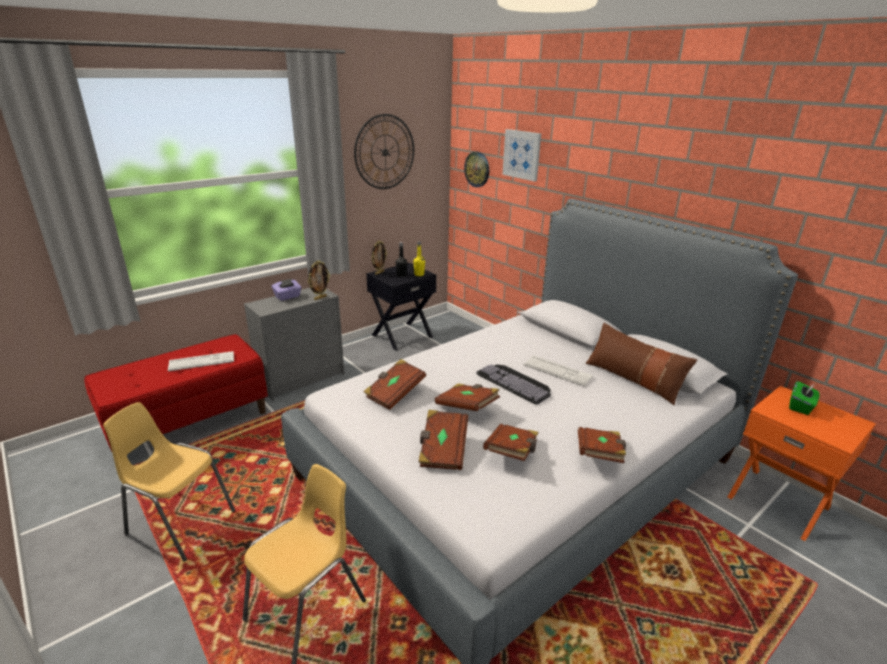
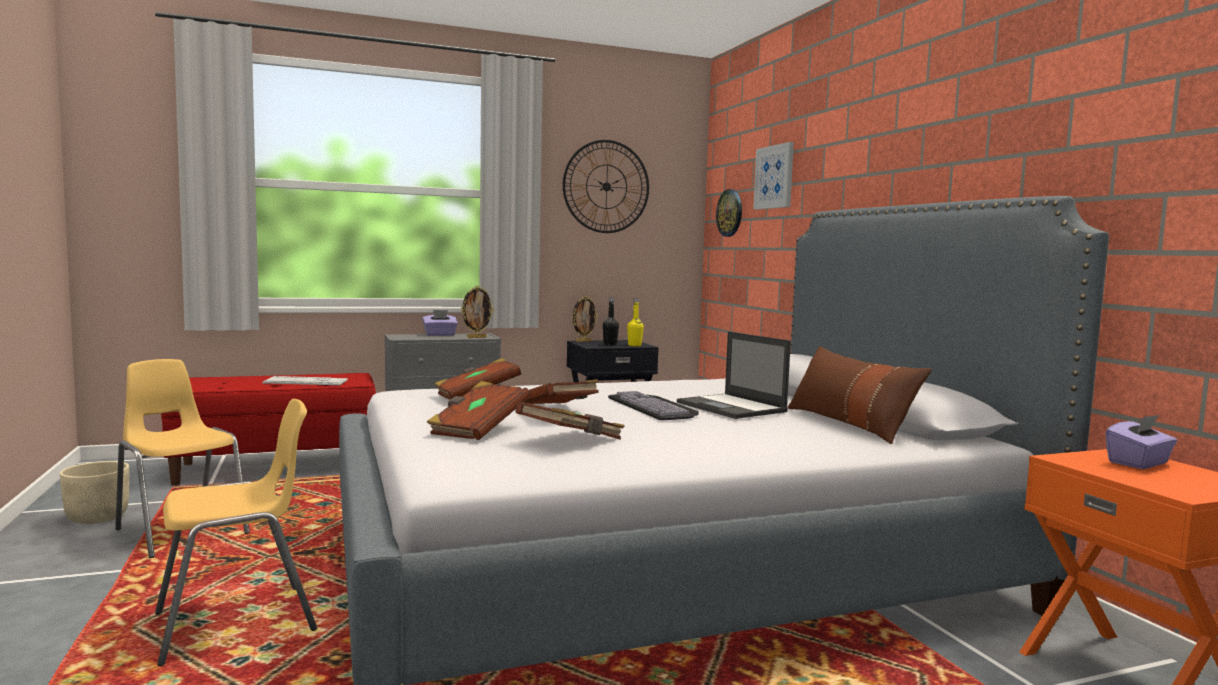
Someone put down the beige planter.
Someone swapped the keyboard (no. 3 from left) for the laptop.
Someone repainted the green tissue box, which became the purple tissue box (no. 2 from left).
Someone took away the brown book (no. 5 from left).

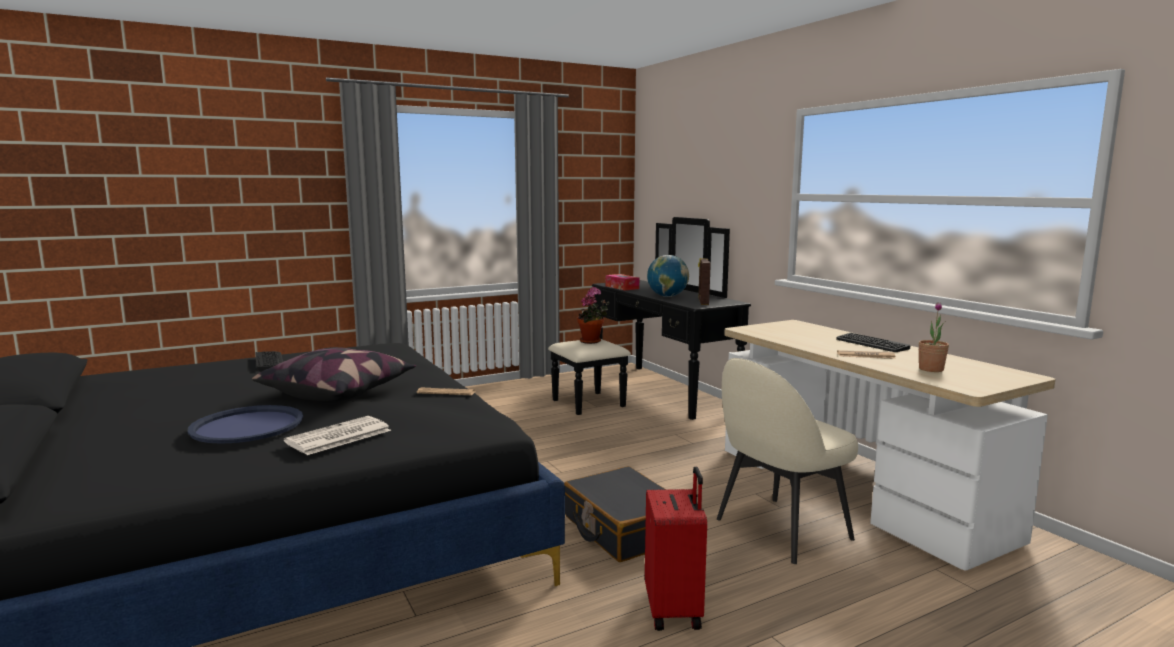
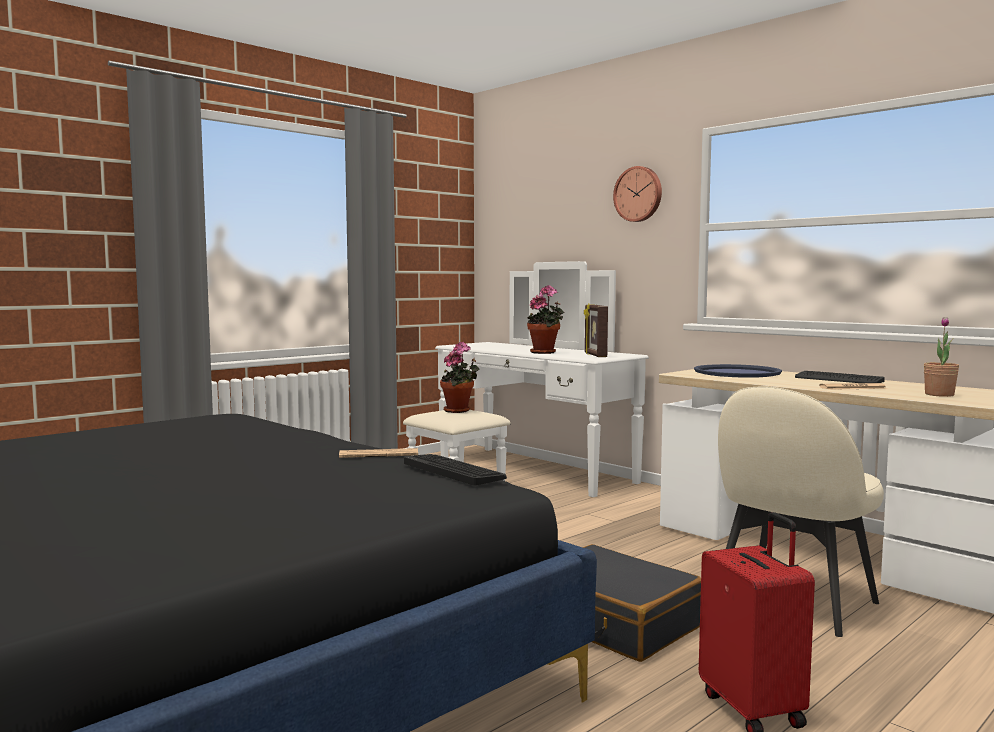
Someone repainted the black dresser, which became the white dresser.
Someone carried the keyboard (no. 1 from left).
Someone swapped the globe for the potted plant (no. 2 from left).
Someone put up the wall clock.
Someone carried the blue tray.
Someone took away the pillow.
Someone took away the newspaper (no. 1 from left).
Someone took away the tissue box.

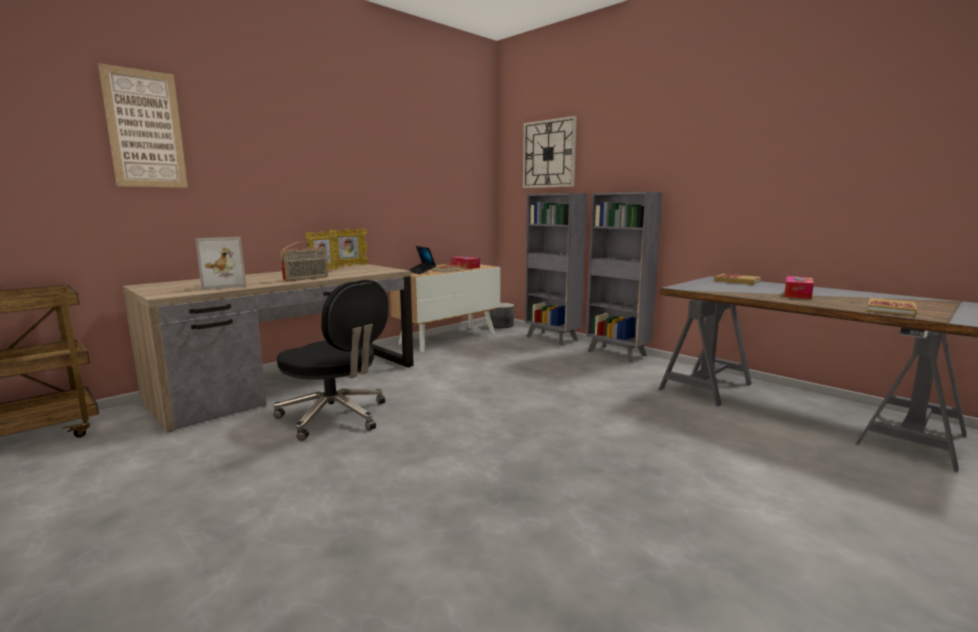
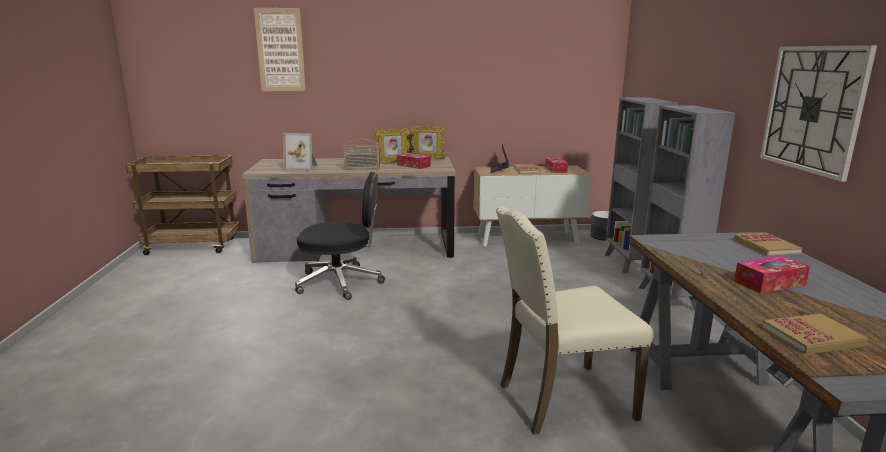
Someone rotated the black office chair by 75 degrees counterclockwise.
Someone put down the tissue box (no. 1 from left).
Someone put down the beige chair.
Someone carried the wall clock.

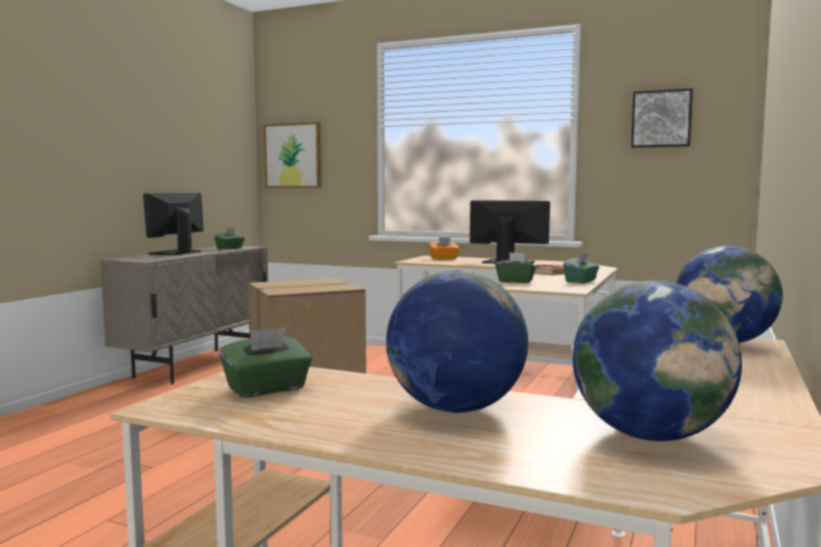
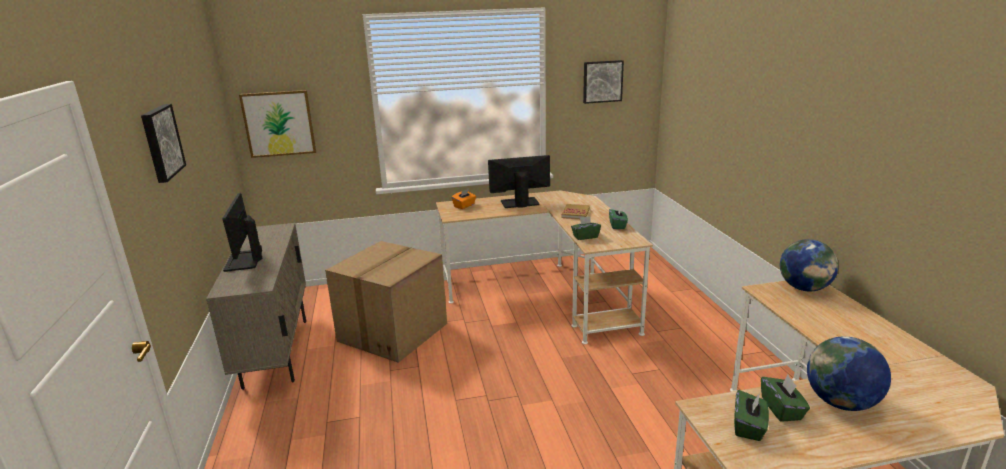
Someone put up the picture (no. 1 from left).
Someone carried the green tissue box (no. 1 from left in the first image).
Someone took away the globe (no. 2 from left).

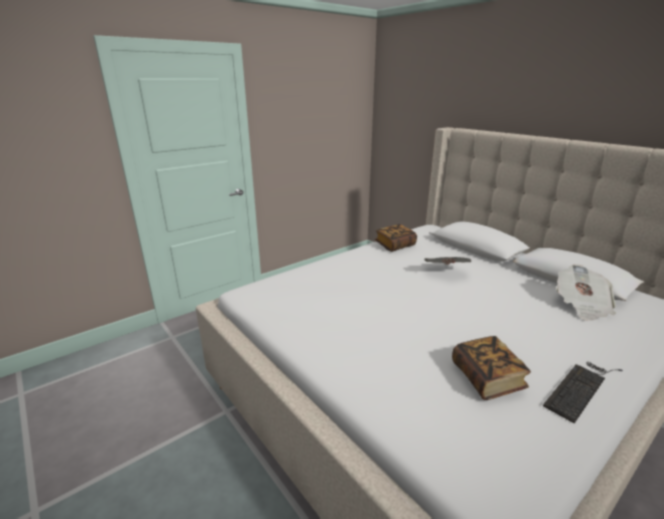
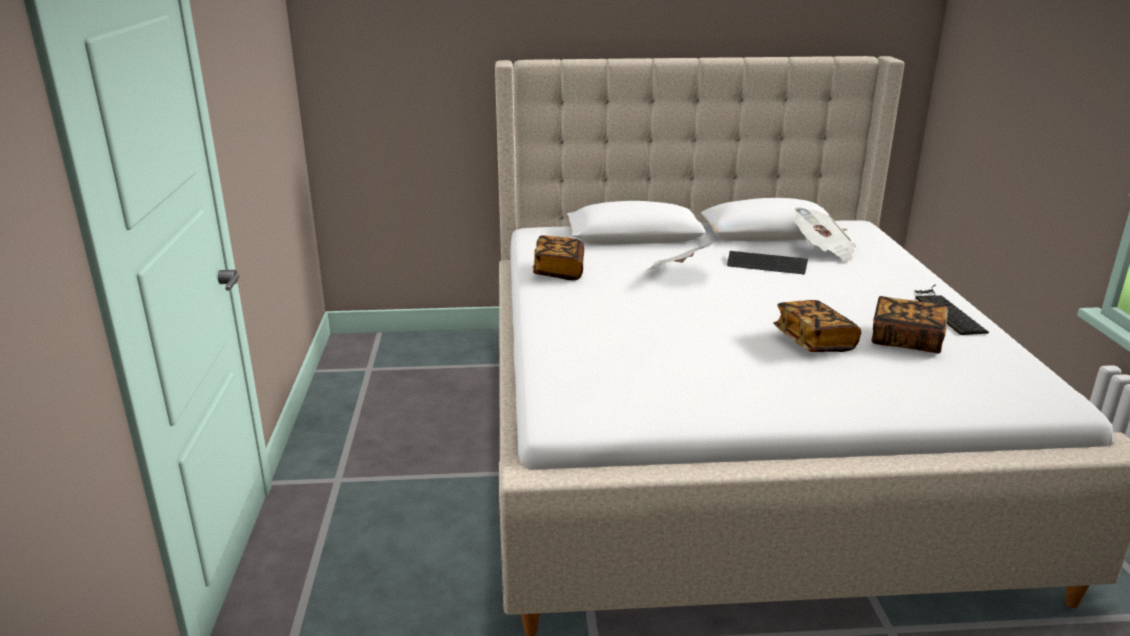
Someone put down the keyboard (no. 1 from left).
Someone put down the book (no. 2 from left).

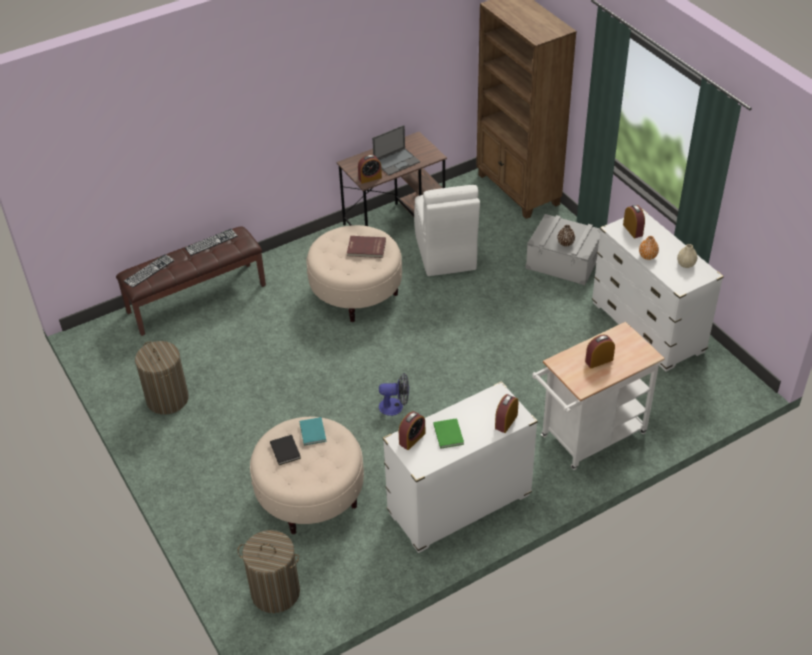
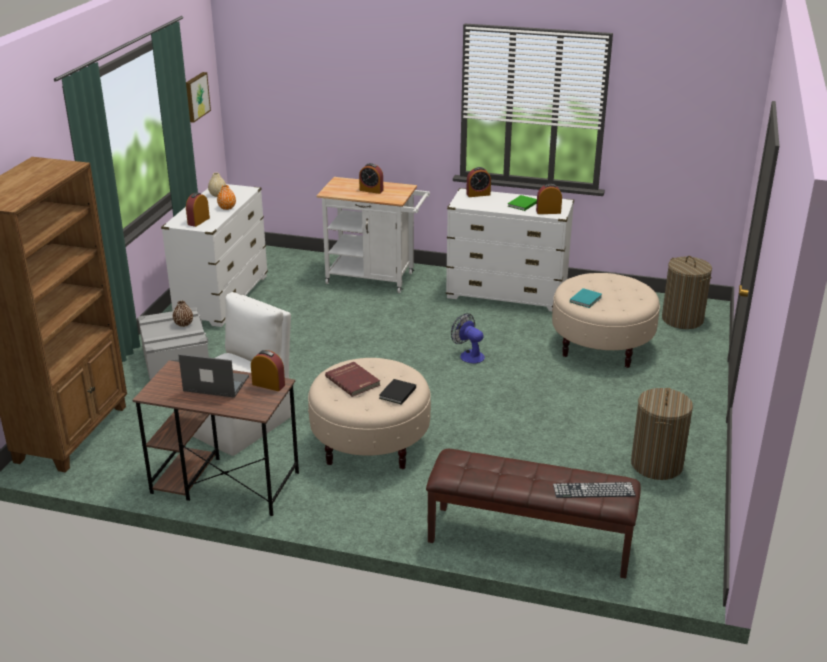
Someone put up the picture.
Someone carried the black book.
Someone took away the keyboard (no. 2 from left).

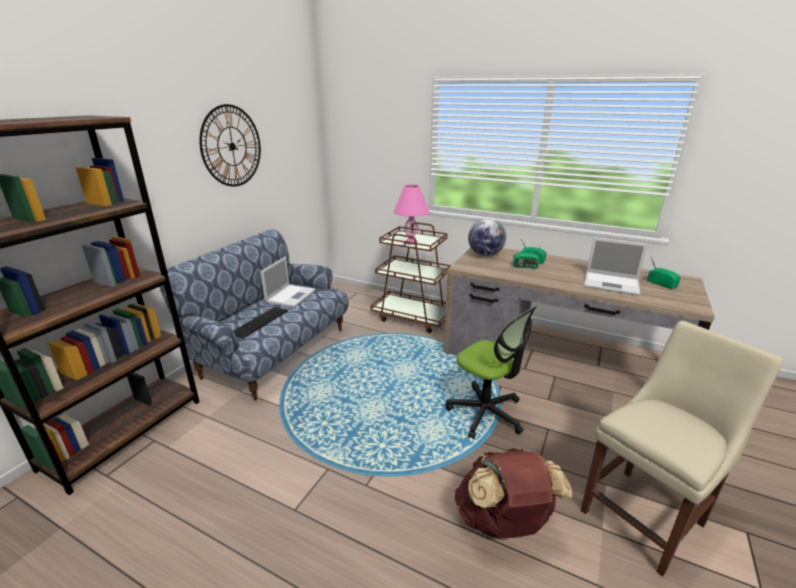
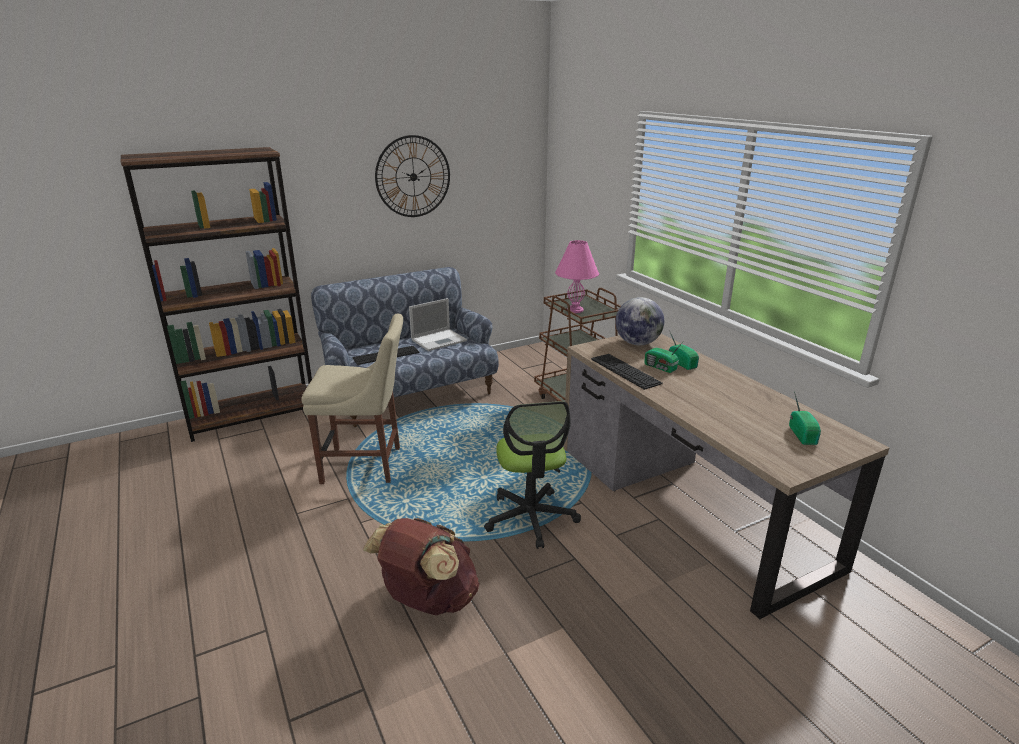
Someone carried the beige chair.
Someone put down the keyboard (no. 2 from left).
Someone took away the laptop (no. 2 from left).

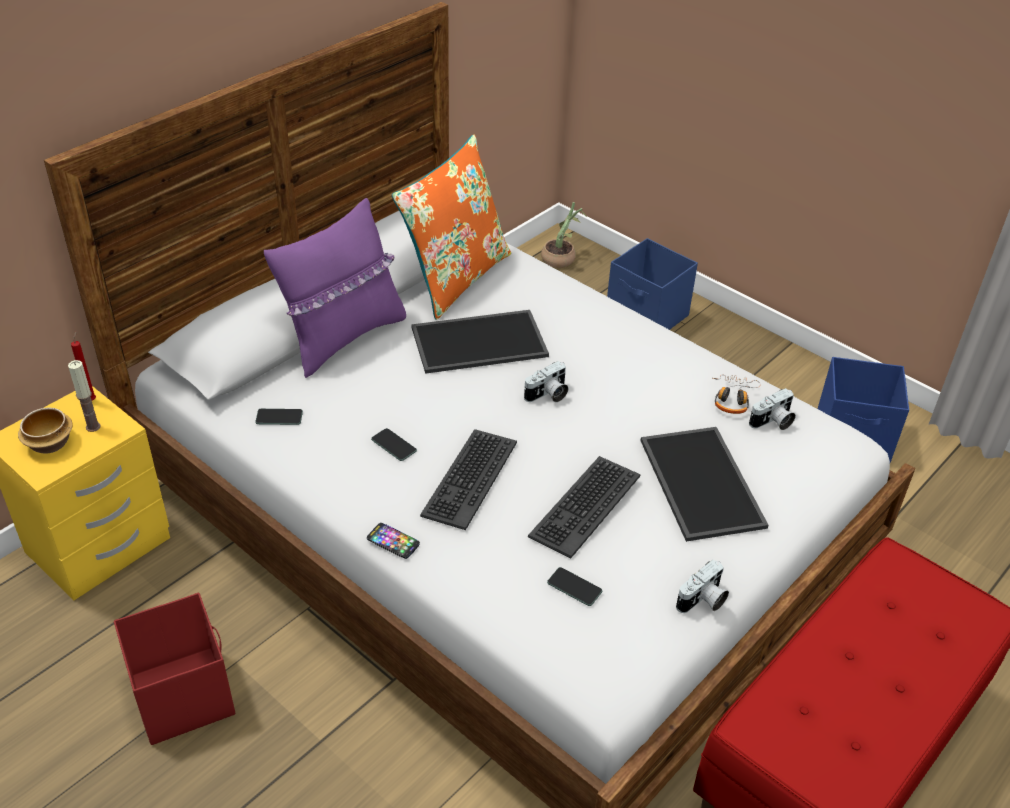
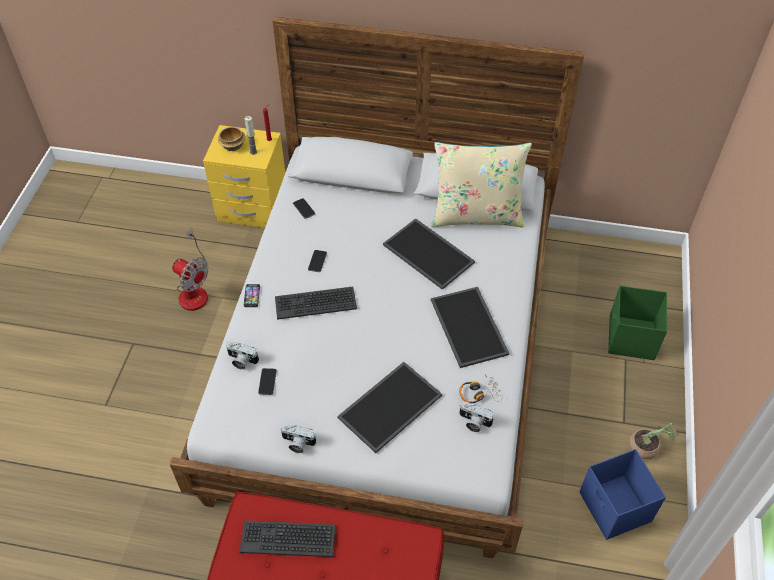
Someone swapped the red storage box for the fan.
Someone carried the photo camera (no. 1 from left).
Someone carried the keyboard (no. 2 from left in the first image).
Someone repainted the orange pillow, which became the beige pillow.
Someone put down the tray (no. 3 from left).
Someone repainted the blue storage box (no. 1 from left), which became the green storage box.
Someone carried the potted plant.
Someone took away the purple pillow.

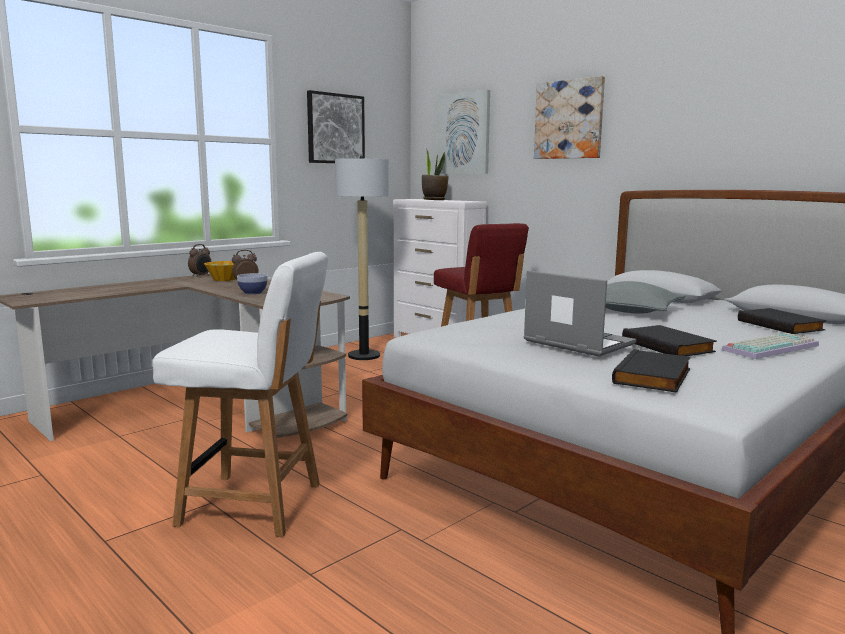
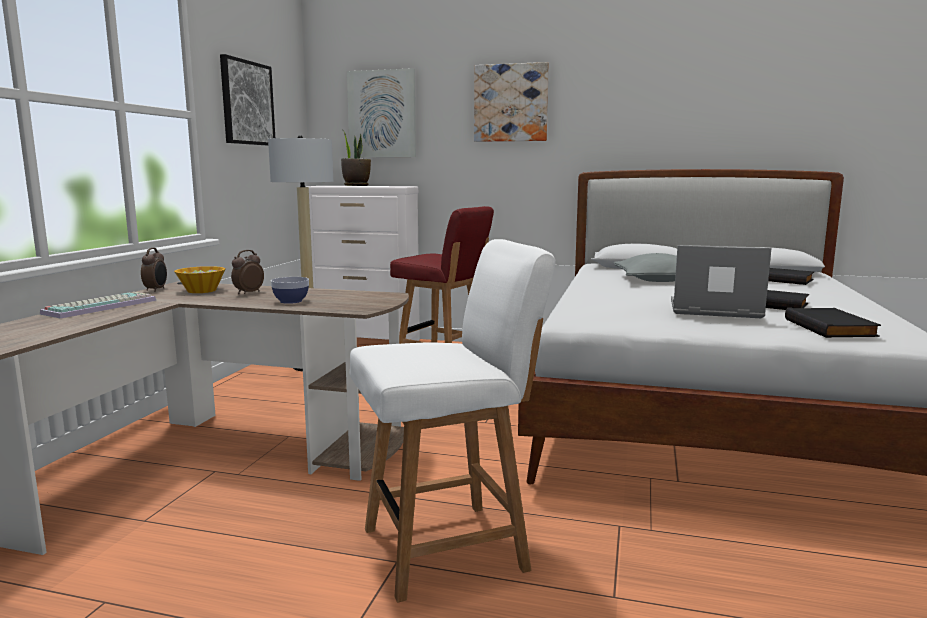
Someone carried the keyboard.

